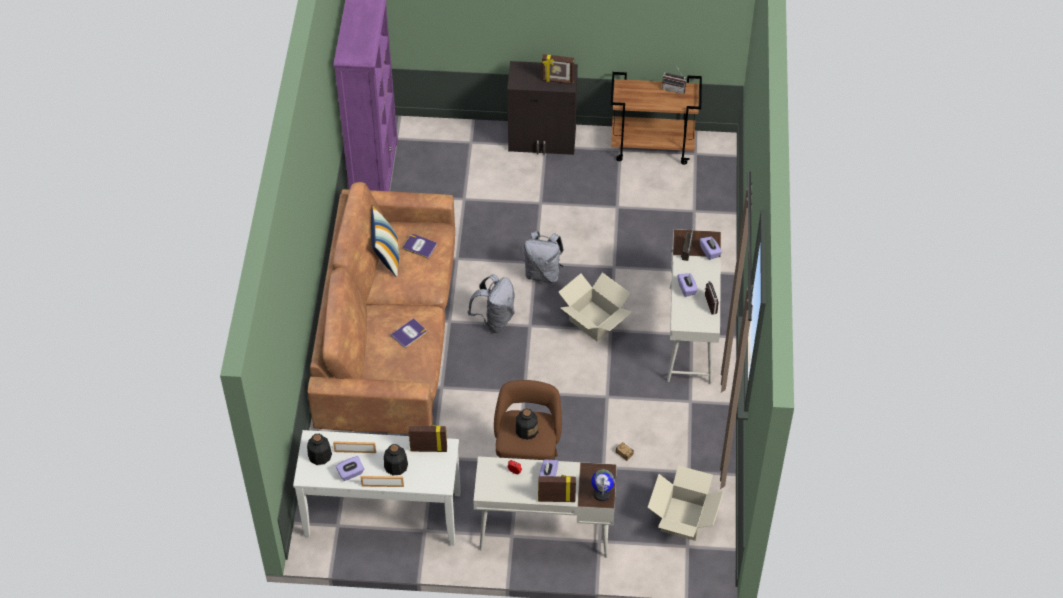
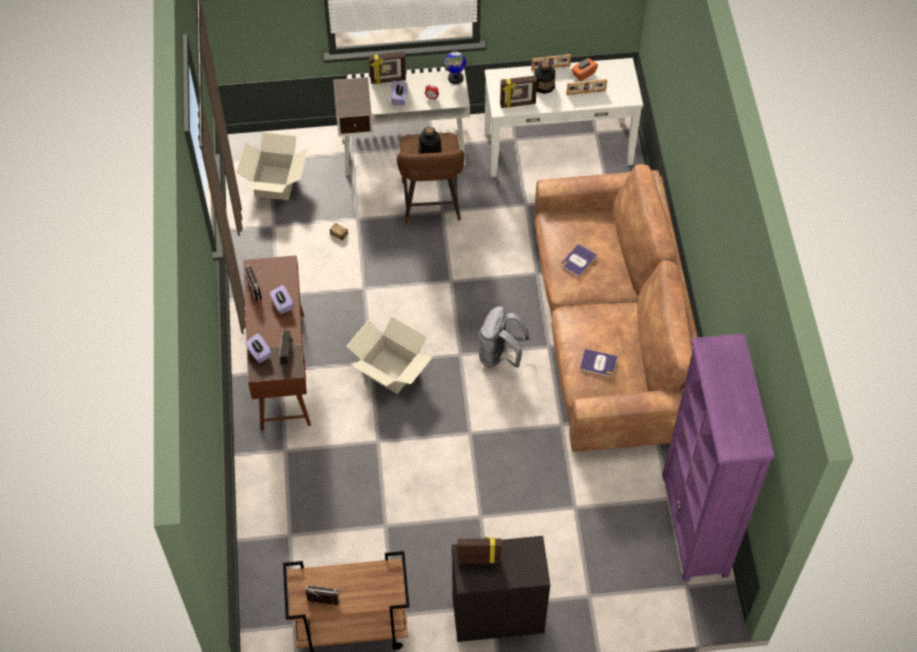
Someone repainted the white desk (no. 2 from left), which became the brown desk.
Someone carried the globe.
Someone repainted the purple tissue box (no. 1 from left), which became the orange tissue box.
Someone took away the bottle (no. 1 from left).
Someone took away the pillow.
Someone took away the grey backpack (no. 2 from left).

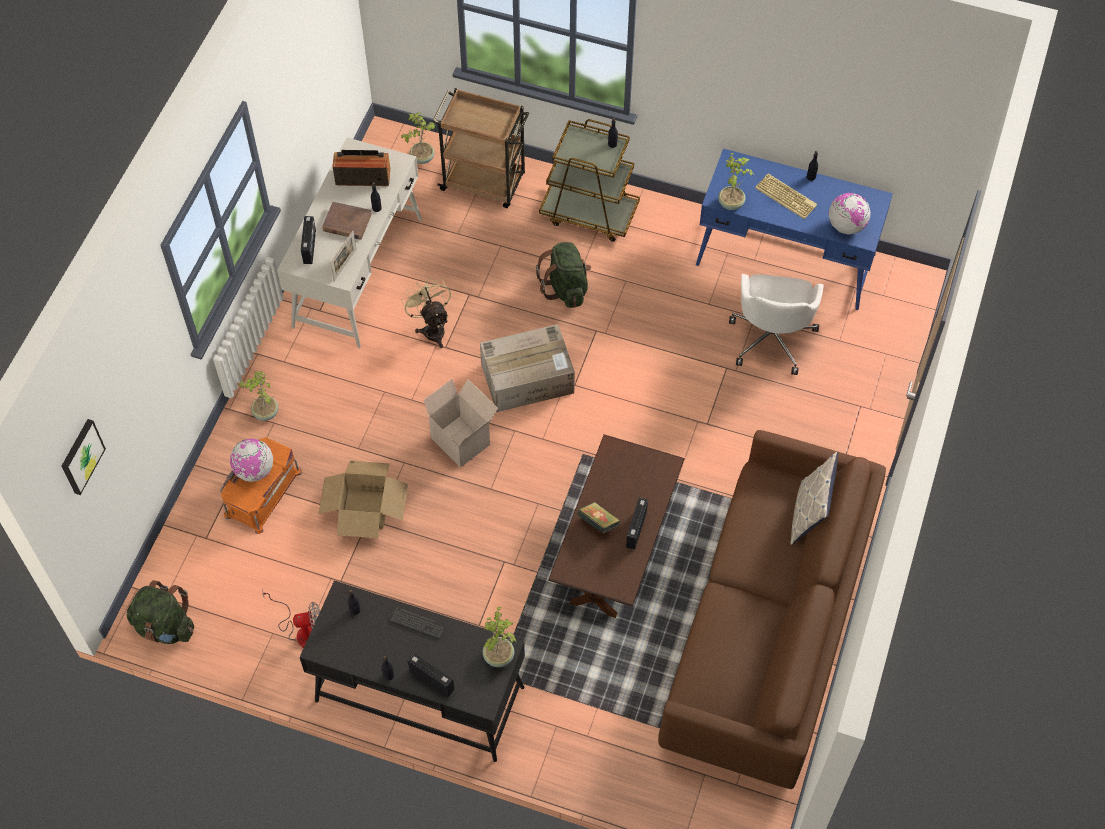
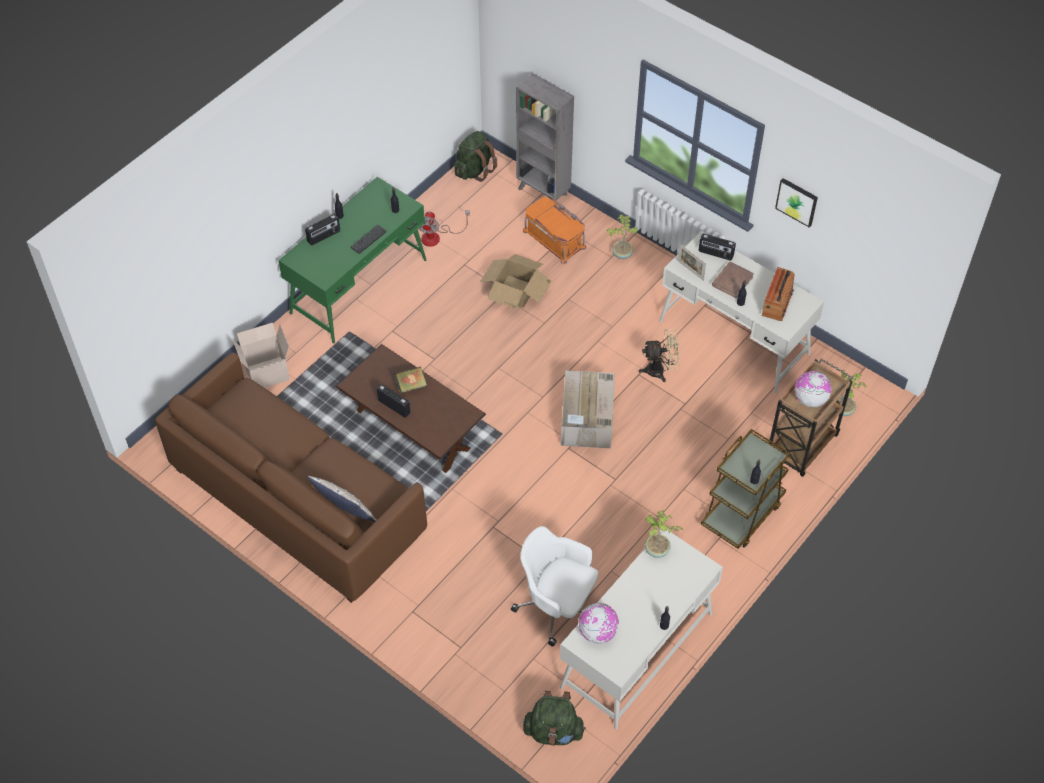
Someone carried the cardboard box (no. 2 from left in the first image).
Someone repainted the black desk, which became the green desk.
Someone put down the grey bookcase.
Someone carried the green backpack (no. 2 from left).
Someone repainted the blue desk, which became the white desk (no. 1 from left).
Someone carried the picture.
Someone carried the globe (no. 1 from left in the first image).
Someone took away the potted plant (no. 3 from left).
Someone took away the keyboard (no. 2 from left).

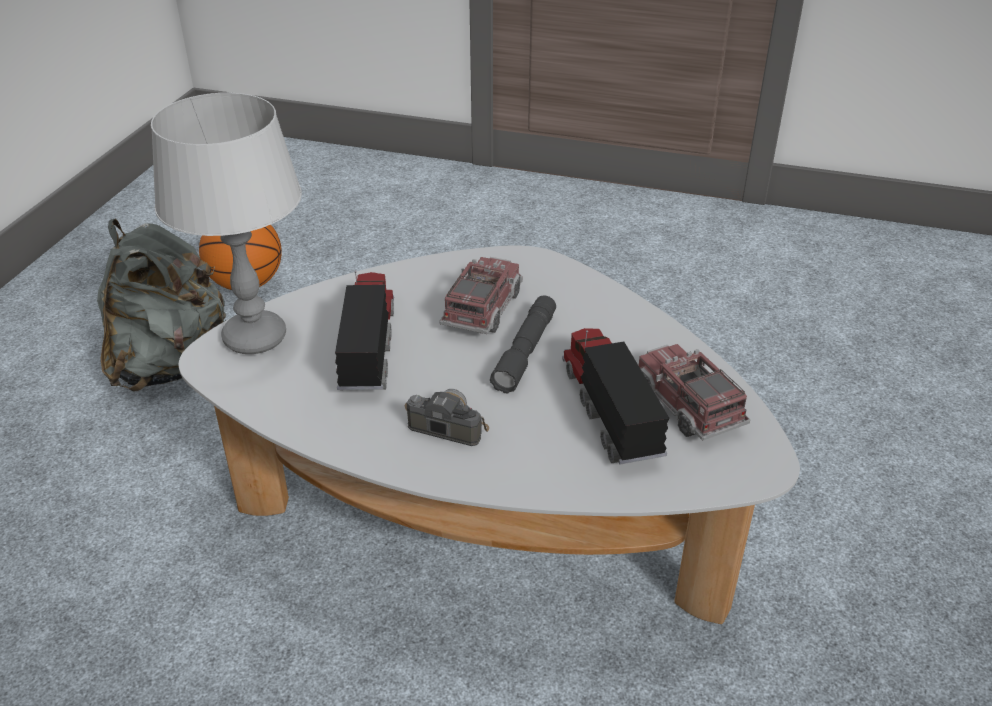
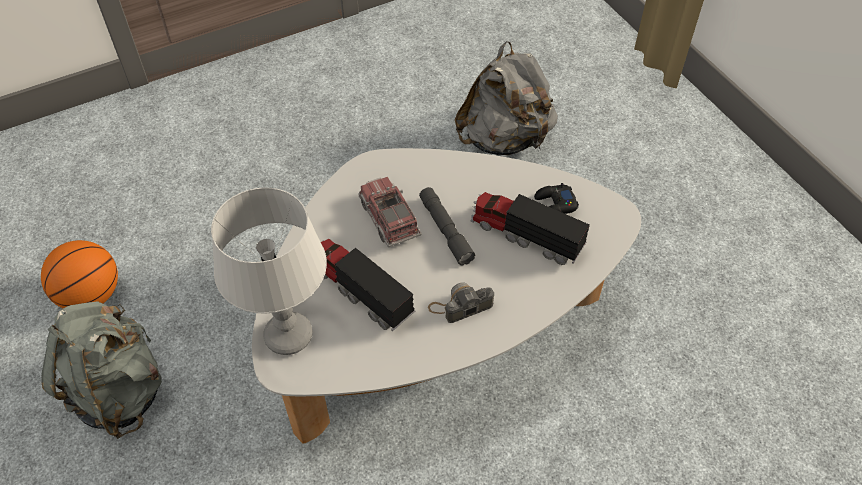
Someone put down the grey backpack (no. 2 from left).
Someone swapped the toy truck (no. 4 from left) for the black game controller.

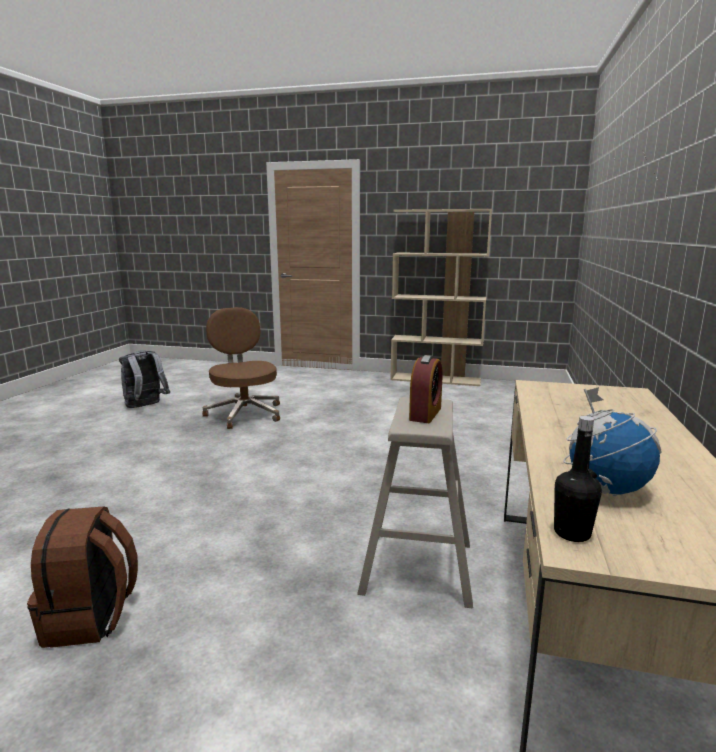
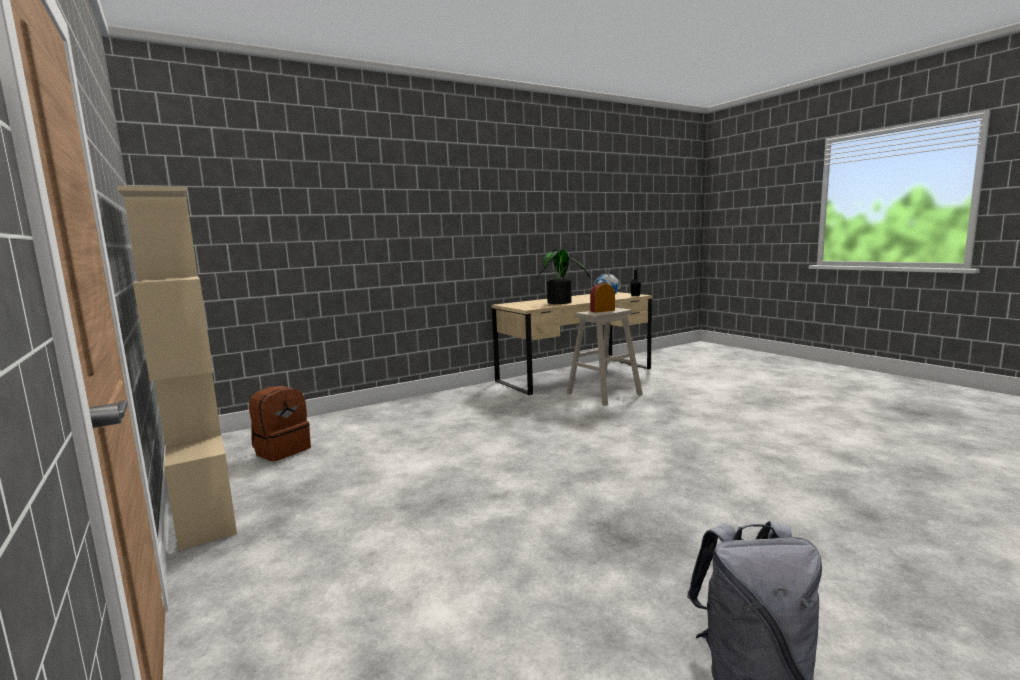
Someone carried the brown backpack.
Someone put down the potted plant.
Someone took away the brown office chair.

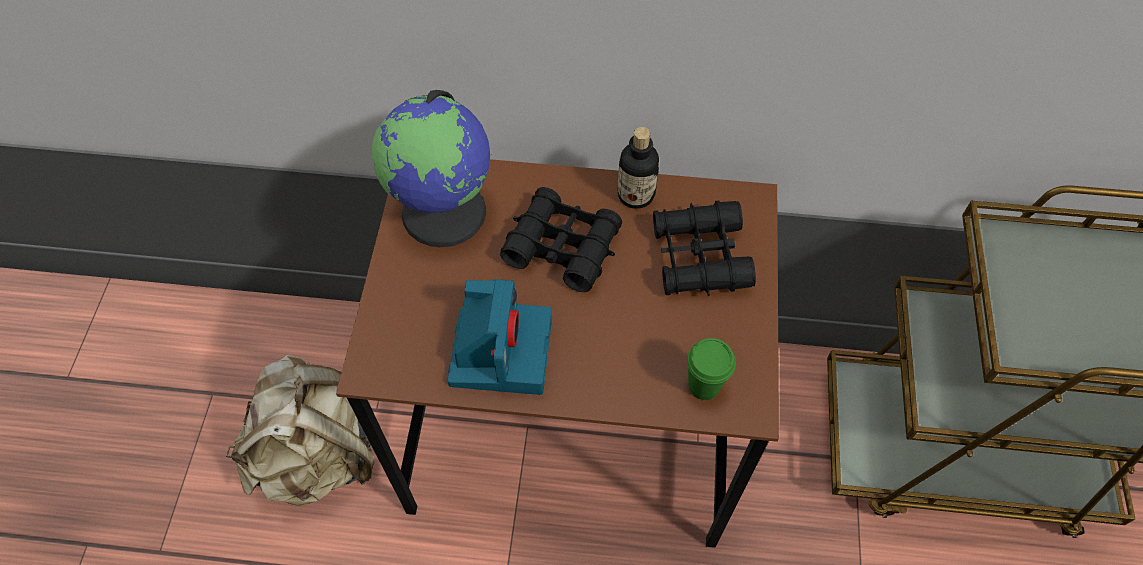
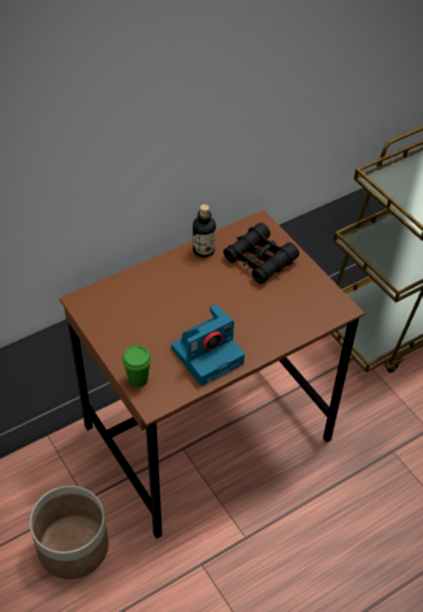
Someone swapped the beige backpack for the planter.
Someone carried the green cup.
Someone rotated the photo camera by 90 degrees clockwise.
Someone took away the globe.
Someone took away the black binoculars (no. 1 from left).

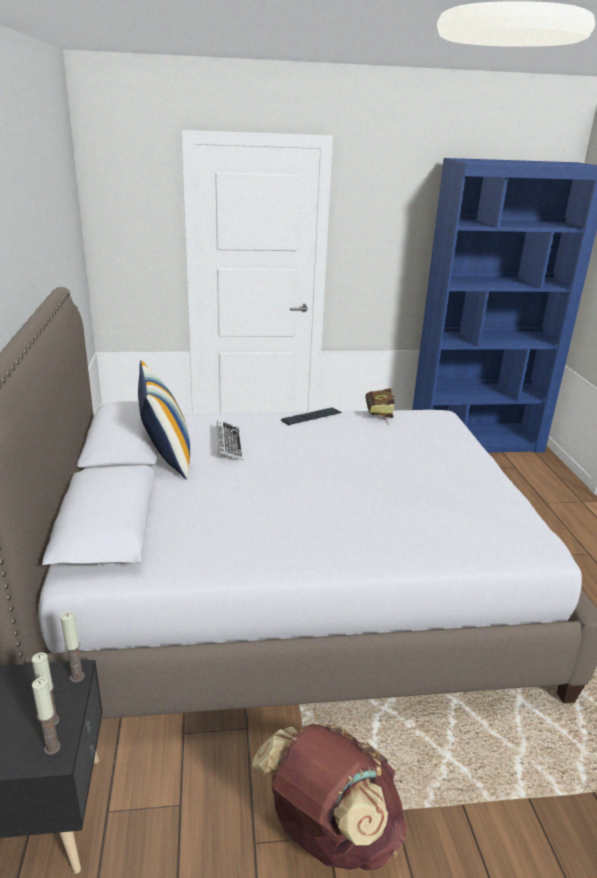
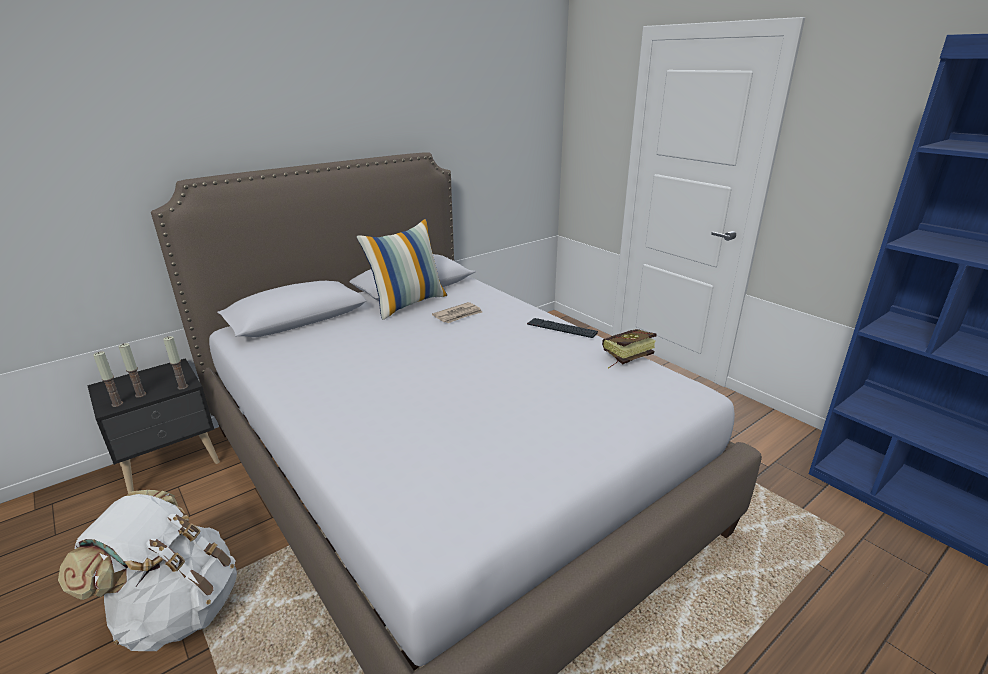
Someone repainted the brown backpack, which became the white backpack.
Someone swapped the keyboard (no. 1 from left) for the newspaper.

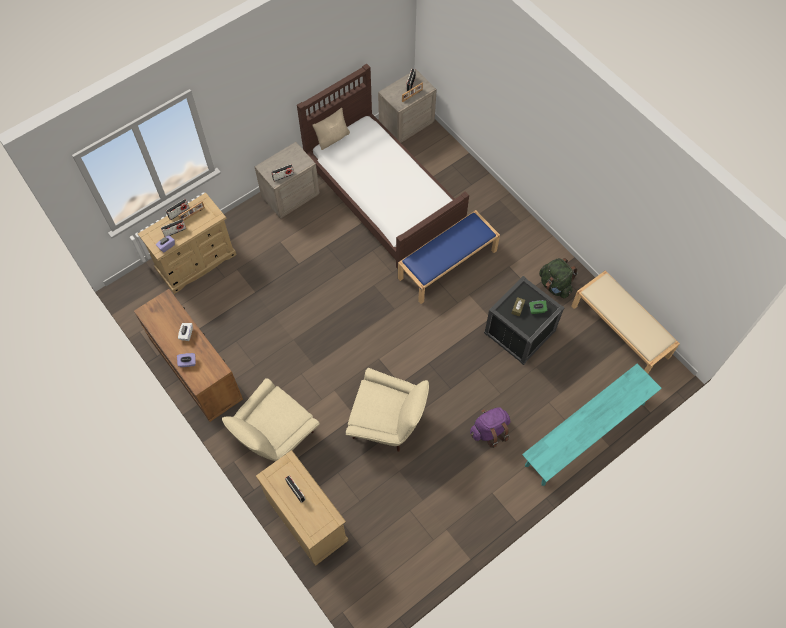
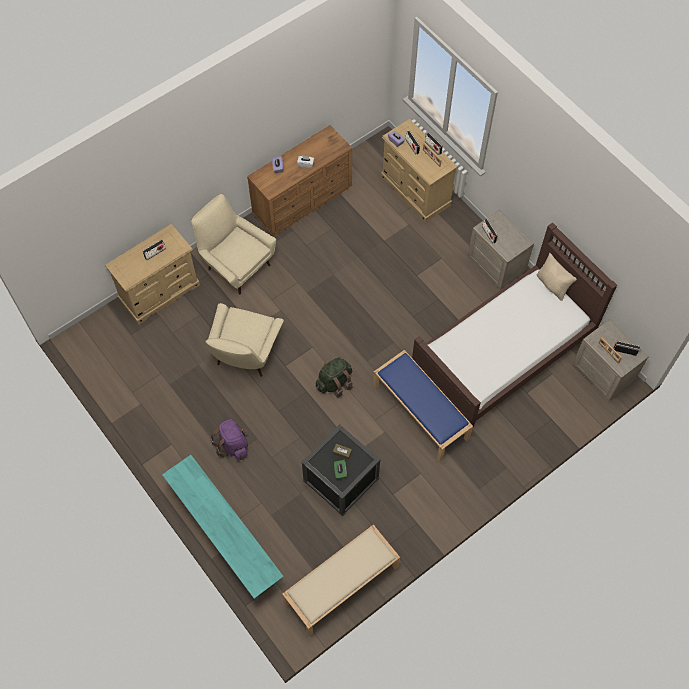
Someone carried the green backpack.

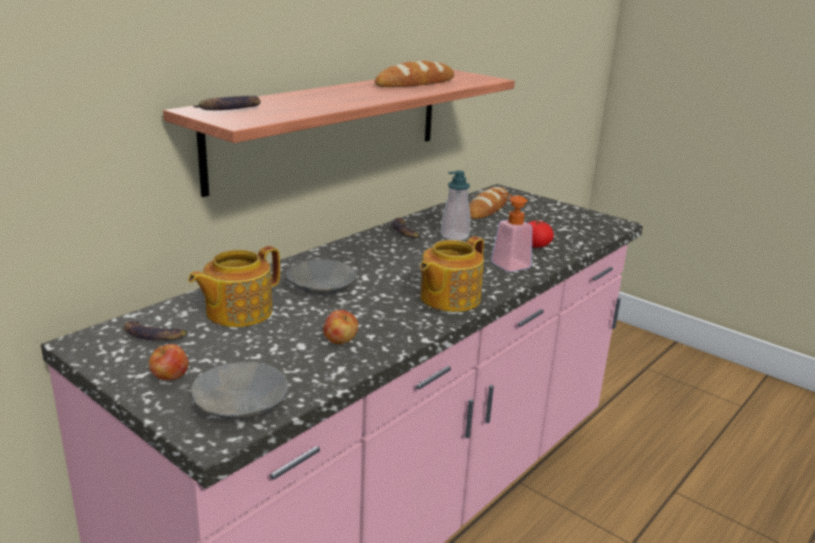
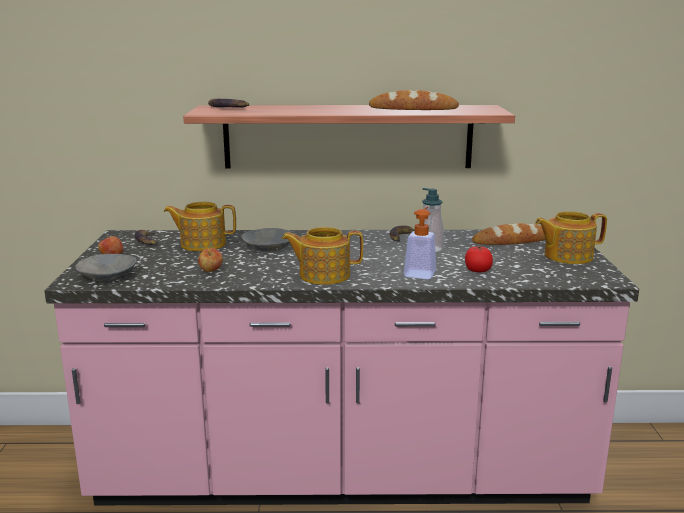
Someone put down the teapot (no. 3 from left).

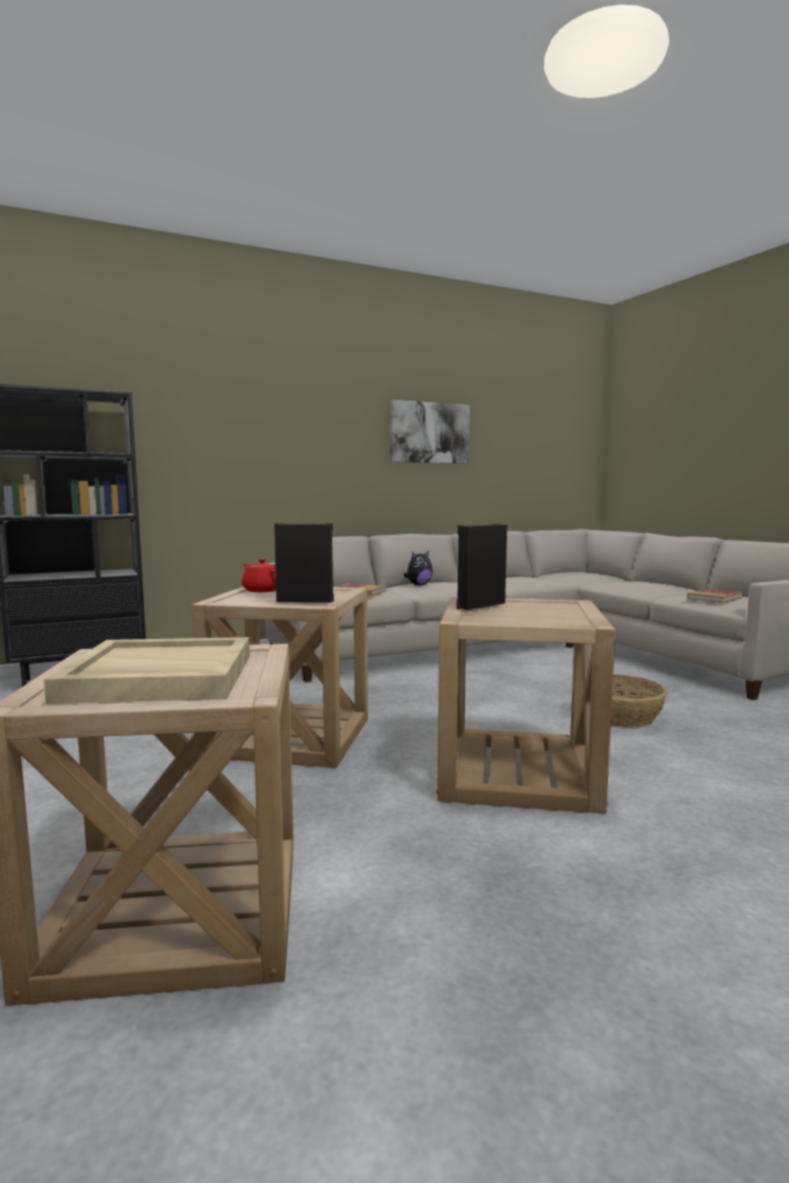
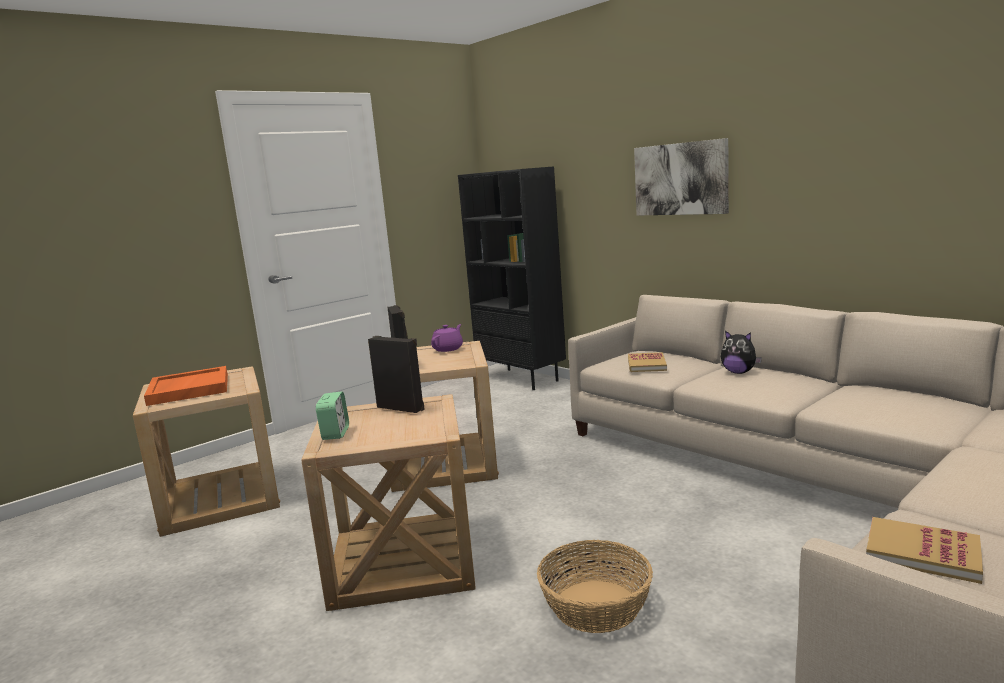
Someone repainted the beige tray, which became the orange tray.
Someone put down the alarm clock.
Someone repainted the red teapot, which became the purple teapot.
Someone carried the picture.

